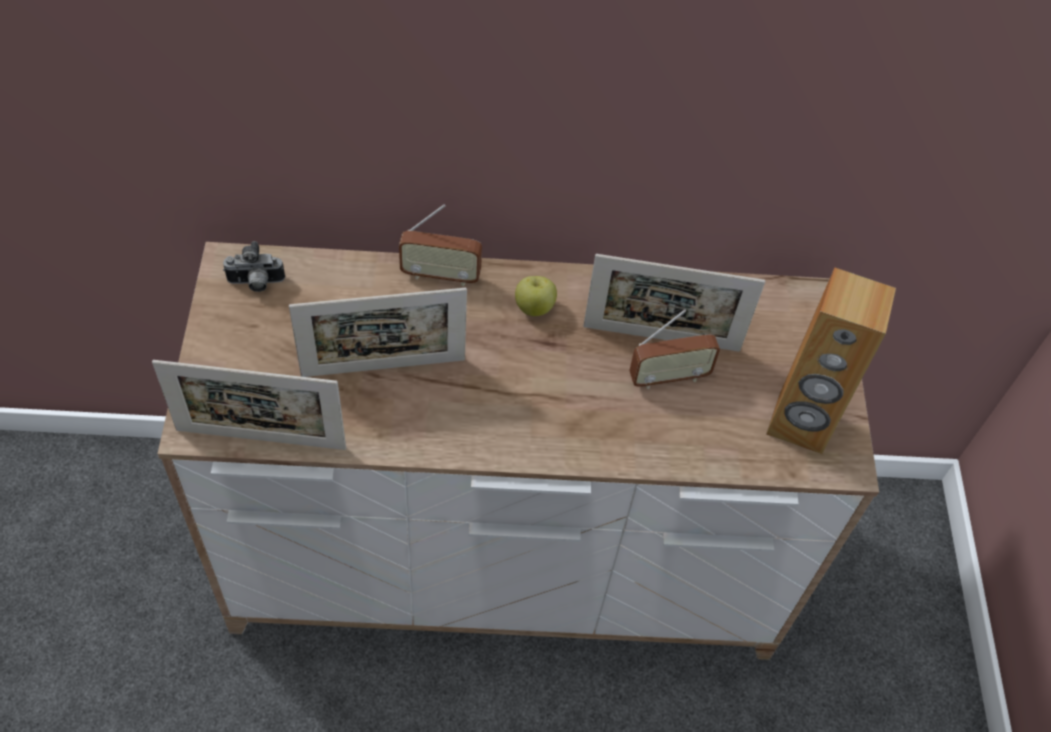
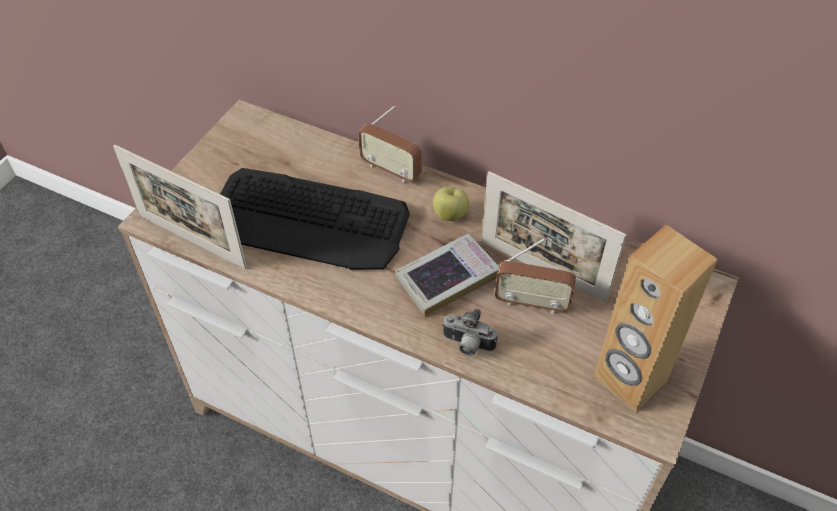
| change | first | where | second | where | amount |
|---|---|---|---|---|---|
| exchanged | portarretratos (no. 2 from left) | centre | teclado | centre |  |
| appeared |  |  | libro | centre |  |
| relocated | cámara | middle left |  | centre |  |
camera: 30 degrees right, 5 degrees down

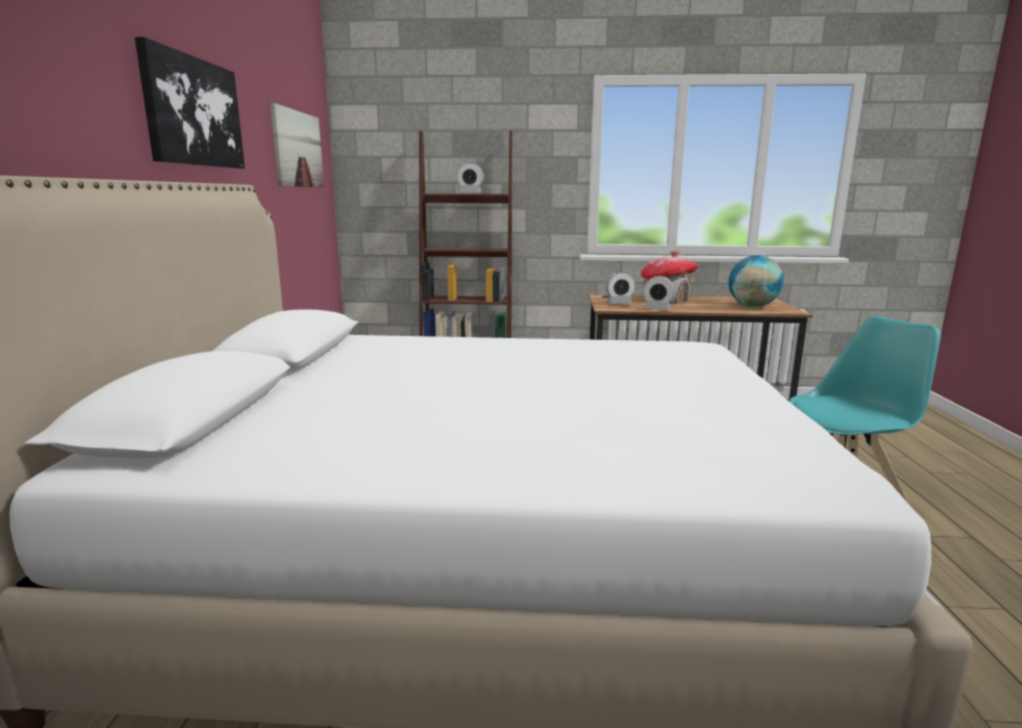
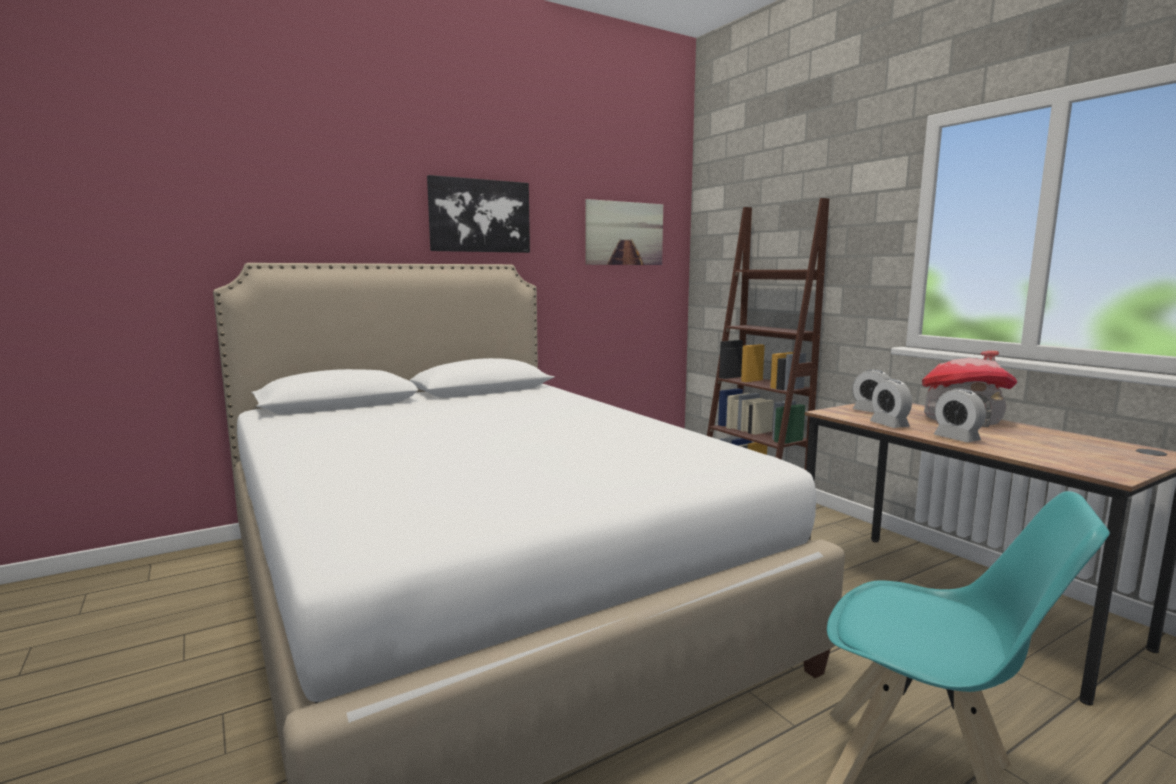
| change | first | where | second | where | amount |
|---|---|---|---|---|---|
| relocated | despertador (no. 1 from left in the first image) | top centre | despertador (no. 3 from left) | middle right |  |
| missing | globo terráqueo | middle right |  |  |  |
camera: 55 degrees right, 5 degrees down

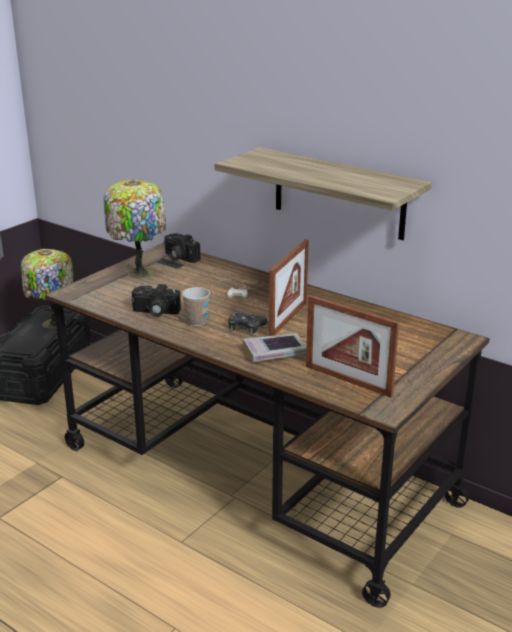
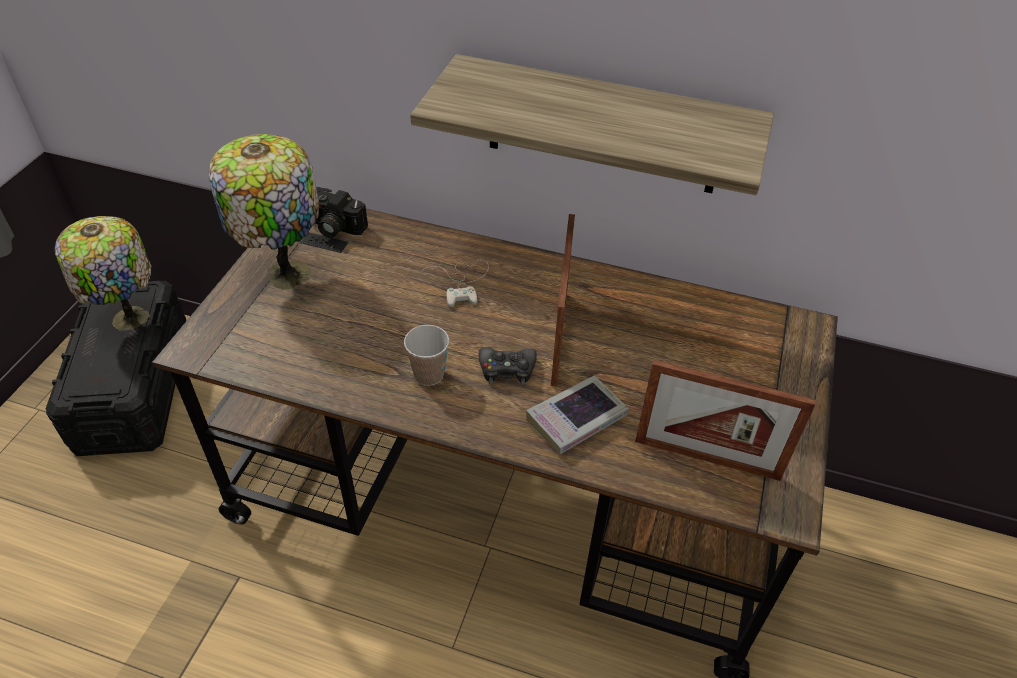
| change | first | where | second | where | amount |
|---|---|---|---|---|---|
| missing | cámara (no. 1 from left) | middle left |  |  |  |
camera: 20 degrees left, 20 degrees up

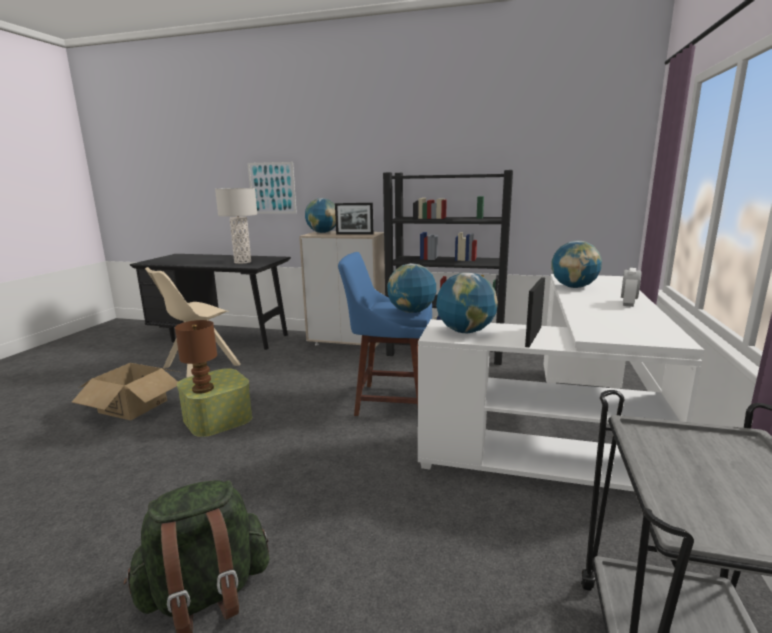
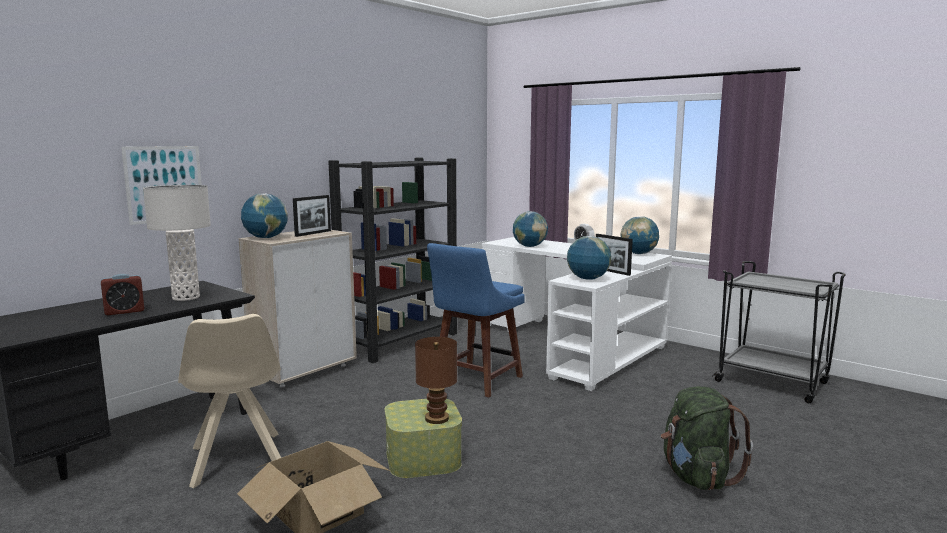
| change | first | where | second | where | amount |
|---|---|---|---|---|---|
| appeared |  |  | despertador (no. 1 from left) | middle left |  |
| relocated | globo terráqueo (no. 2 from left in the first image) | centre | globo terráqueo (no. 4 from left) | middle right |  |
camera: 65 degrees left, 5 degrees down

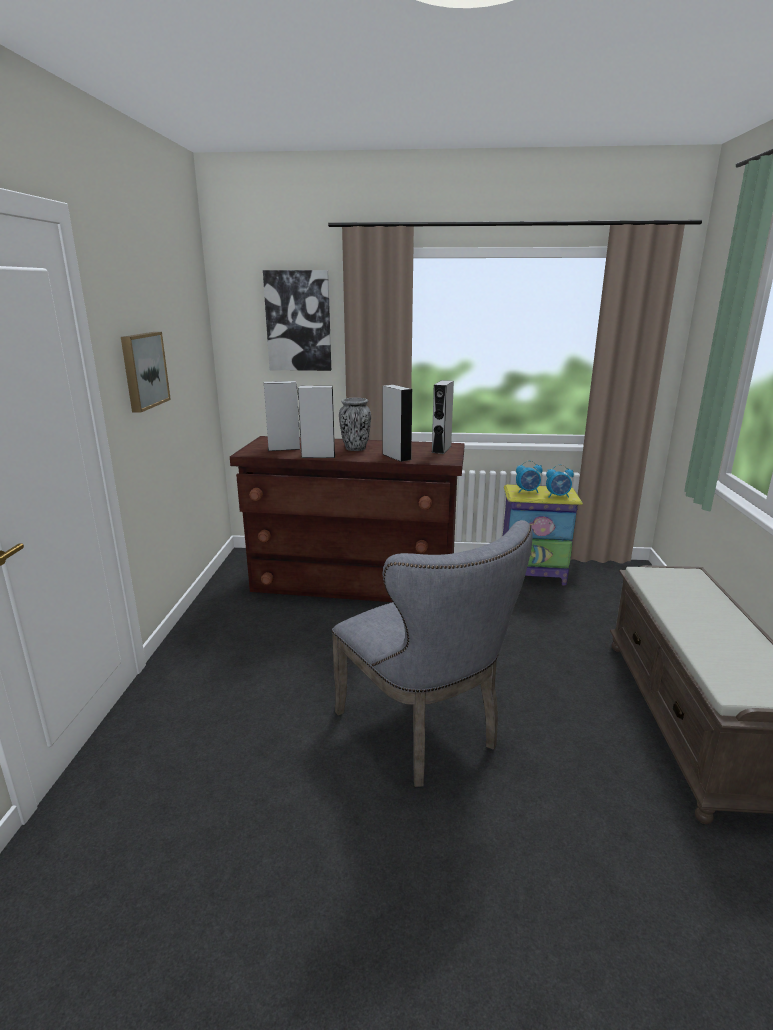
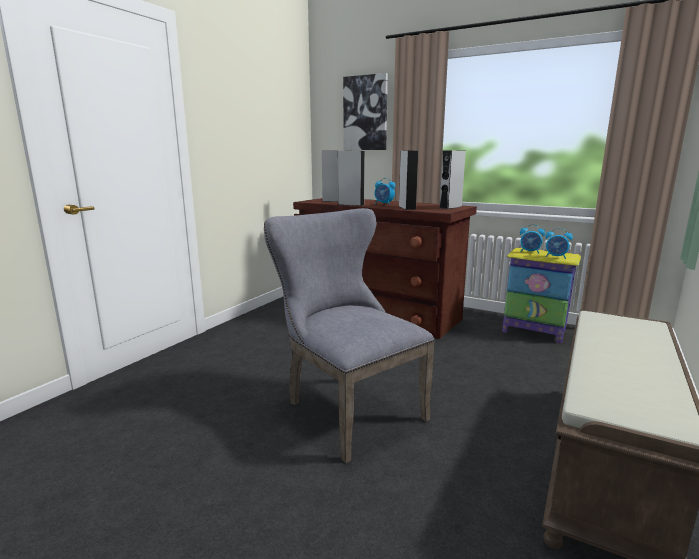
| change | first | where | second | where | amount |
|---|---|---|---|---|---|
| spun | silla (gris) | centre |  | centre | 150 degrees clockwise |
| exchanged | florero | centre | despertador (no. 1 from left) | centre |  |
| missing | cuadro (no. 1 from left) | middle left |  |  |  |
camera: 25 degrees right, 5 degrees down

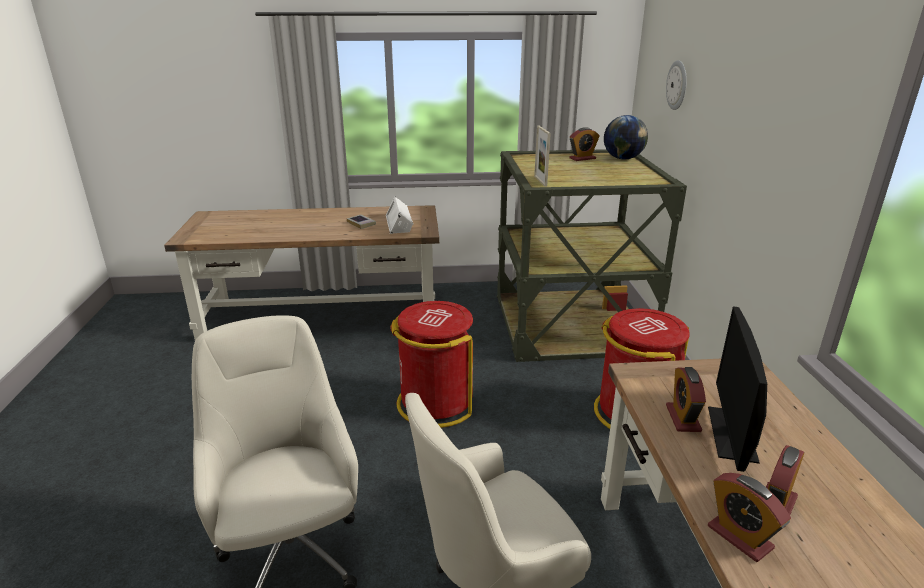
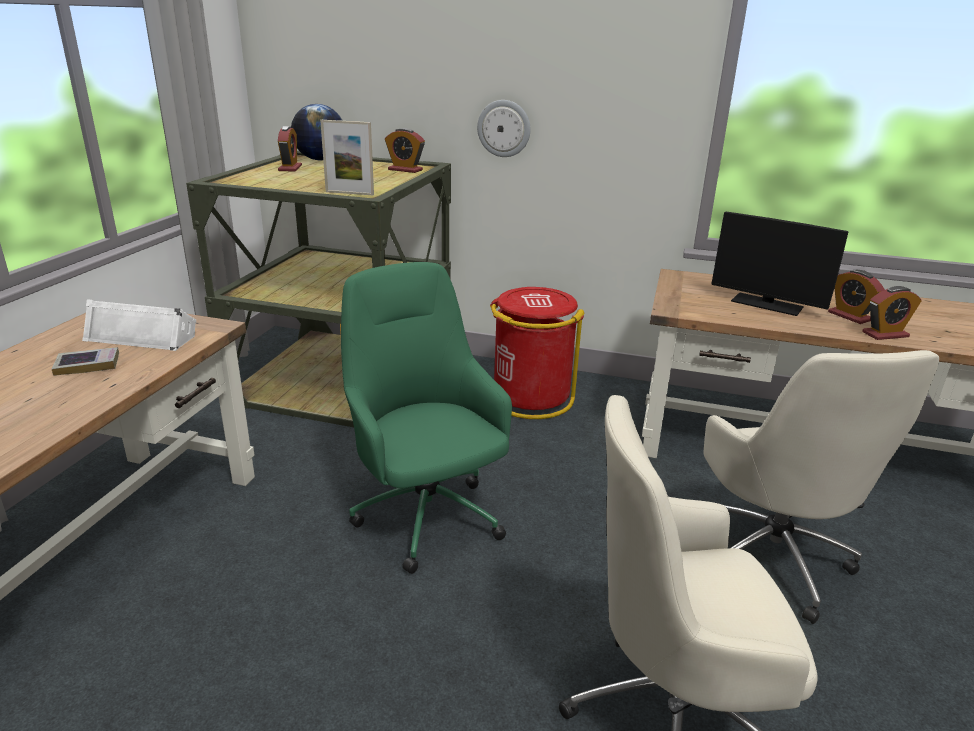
| change | first | where | second | where | amount |
|---|---|---|---|---|---|
| exchanged | papelera (rojo) (no. 1 from left) | centre | silla de oficina (verde) | centre |  |
| relocated | despertador (no. 2 from left) | bottom right |  | top centre |  |
| relocated | reloj de pared | top right |  | top centre |  |
camera: 70 degrees left, 0 degrees up

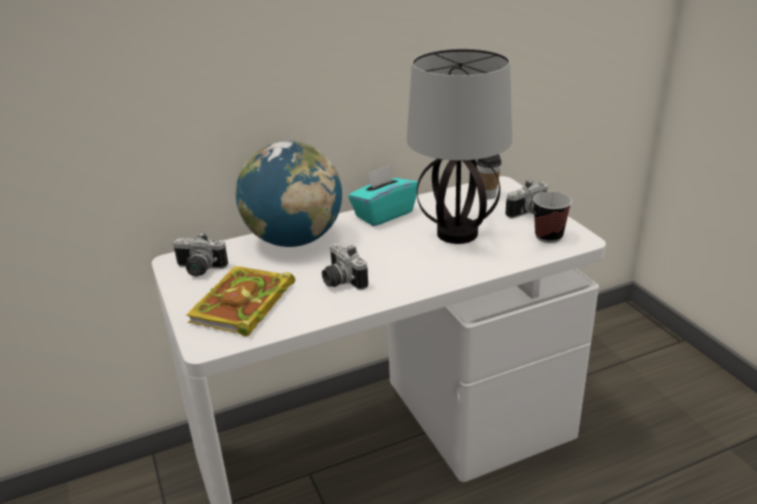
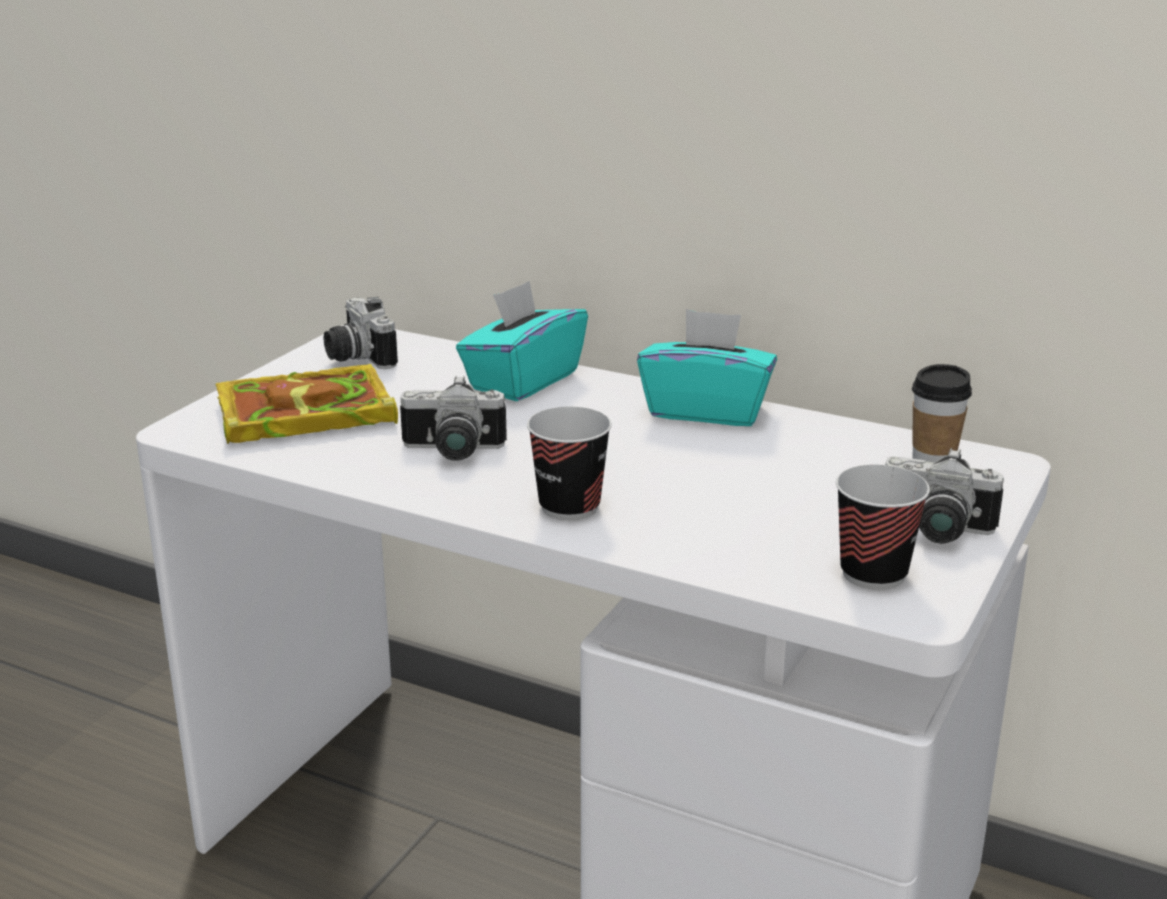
| change | first | where | second | where | amount |
|---|---|---|---|---|---|
| spun | cámara (no. 2 from left) | centre |  | centre | 105 degrees counterclockwise |
| exchanged | globo terráqueo | centre | caja de pañuelos (turquesa) (no. 1 from left) | centre |  |
| appeared |  |  | taza (no. 1 from left) | centre |  |
| missing | lámpara de mesa | top centre |  |  |  |
camera: 50 degrees right, 5 degrees down

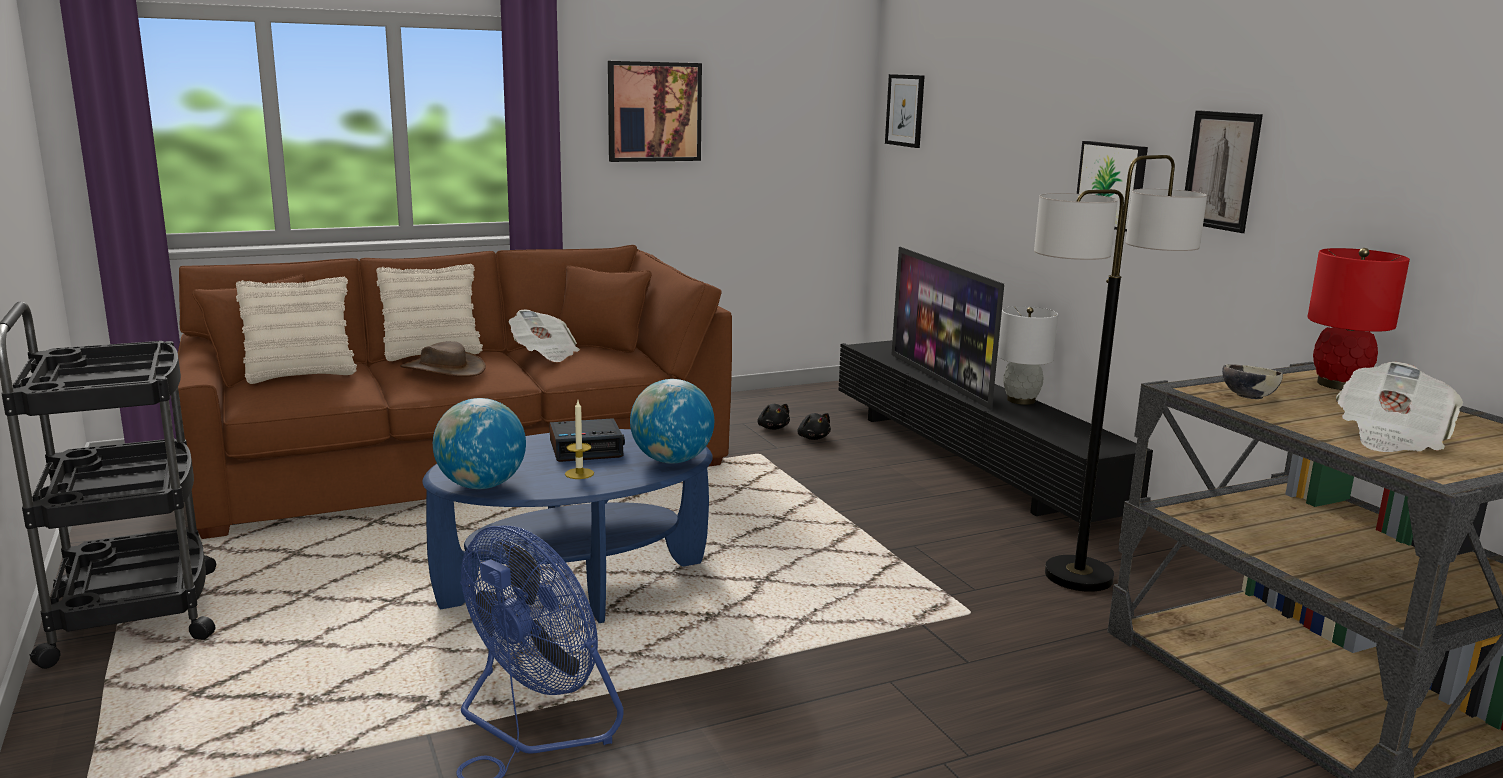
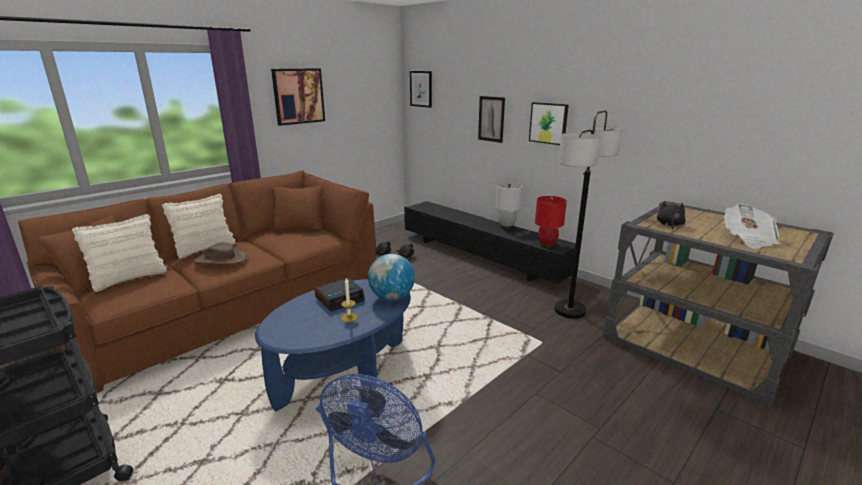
| change | first | where | second | where | amount |
|---|---|---|---|---|---|
| relocated | cuadro (no. 4 from left in the first image) | top right | cuadro (no. 3 from left) | top centre |  |
| relocated | lámpara de mesa (rojo) | middle right |  | centre |  |
| exchanged | cuenco | middle right | peluche (negro) (no. 3 from left) | middle right |  |
| missing | globo terráqueo (no. 1 from left) | middle left |  |  |  |
| missing | periódico (no. 1 from left) | centre |  |  |  |
| missing | televisor | centre |  |  |  |
camera: 20 degrees left, 5 degrees up

